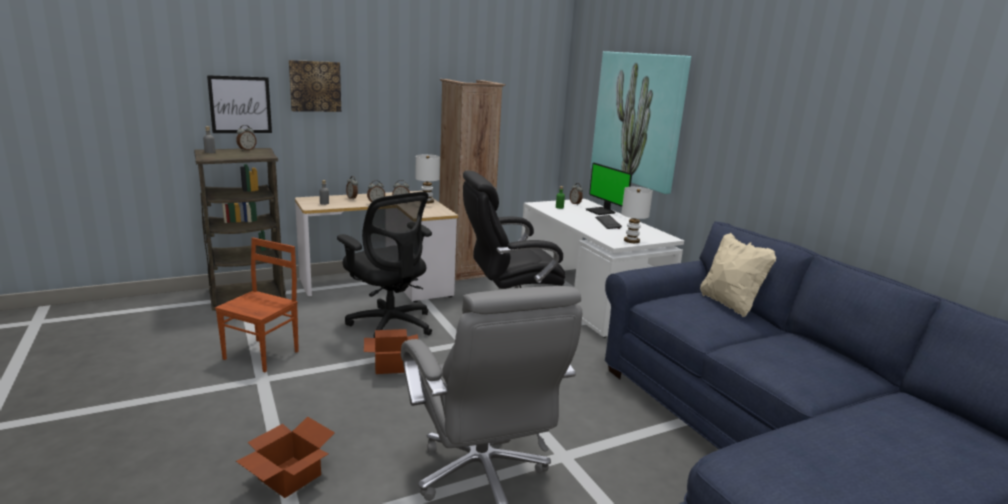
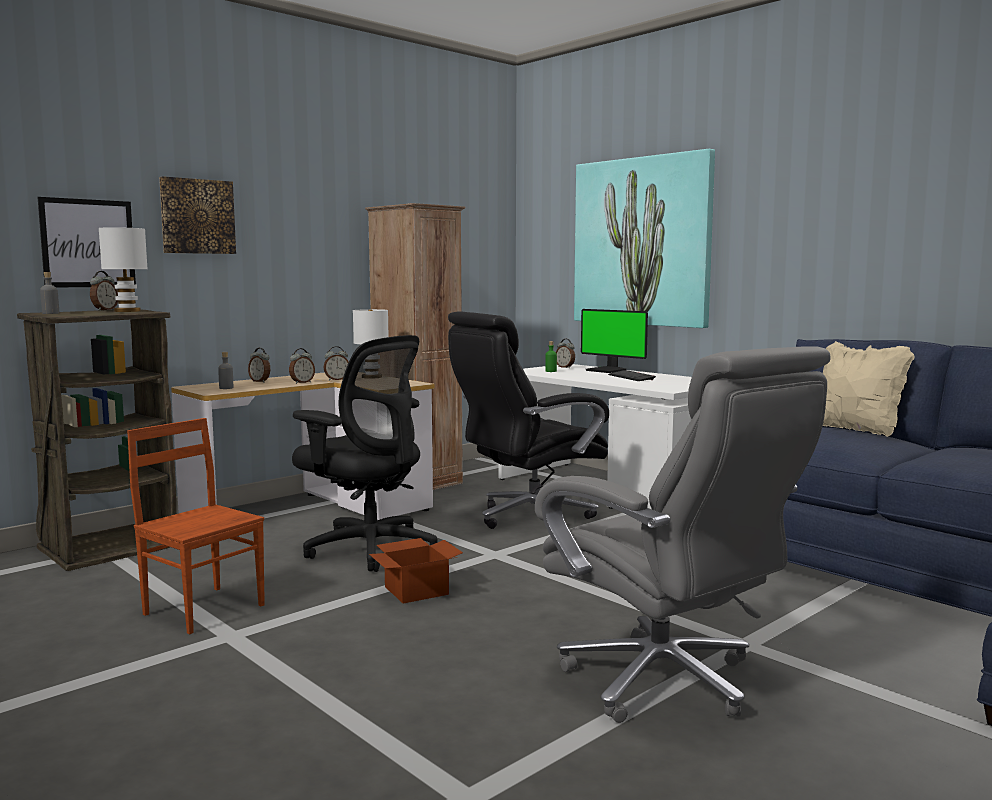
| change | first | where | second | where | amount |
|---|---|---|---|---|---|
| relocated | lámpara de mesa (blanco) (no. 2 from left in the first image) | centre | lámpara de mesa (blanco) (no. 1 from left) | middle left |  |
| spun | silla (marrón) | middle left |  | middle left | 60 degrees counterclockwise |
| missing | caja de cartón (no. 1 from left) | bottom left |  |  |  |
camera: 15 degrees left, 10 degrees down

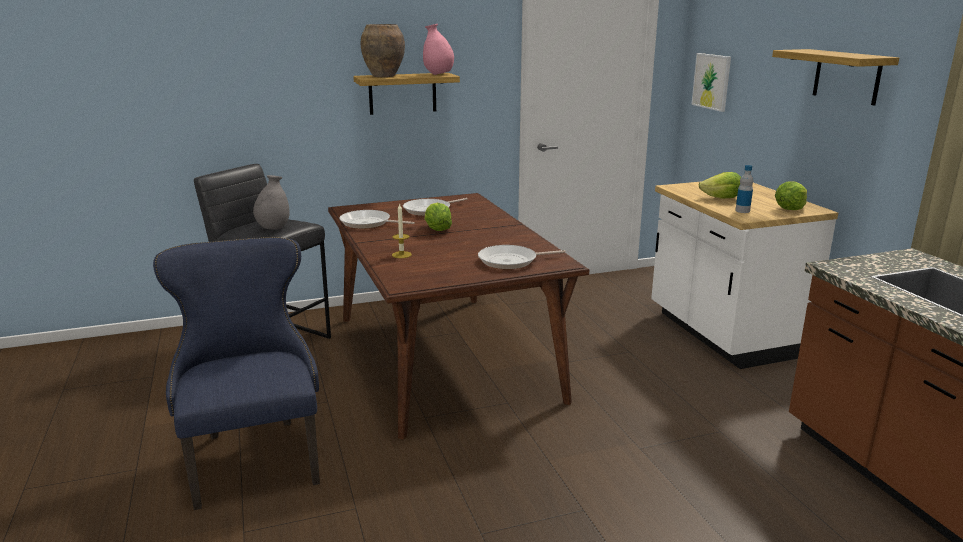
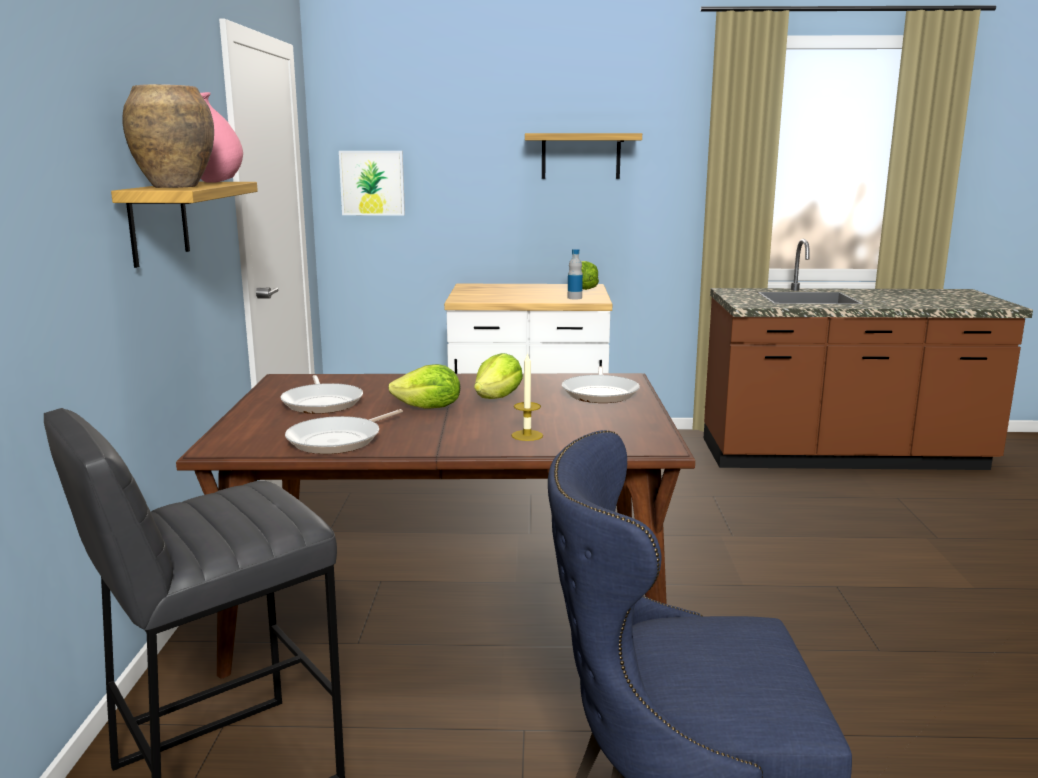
| change | first | where | second | where | amount |
|---|---|---|---|---|---|
| relocated | lechuga (no. 2 from left) | middle right |  | centre |  |
| missing | florero (gris) | middle left |  |  |  |
camera: 70 degrees left, 5 degrees down

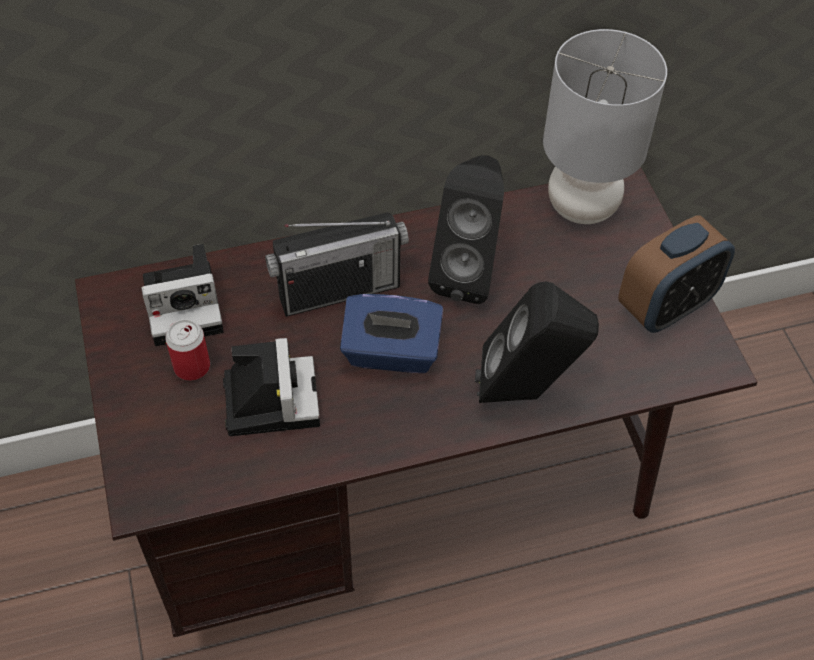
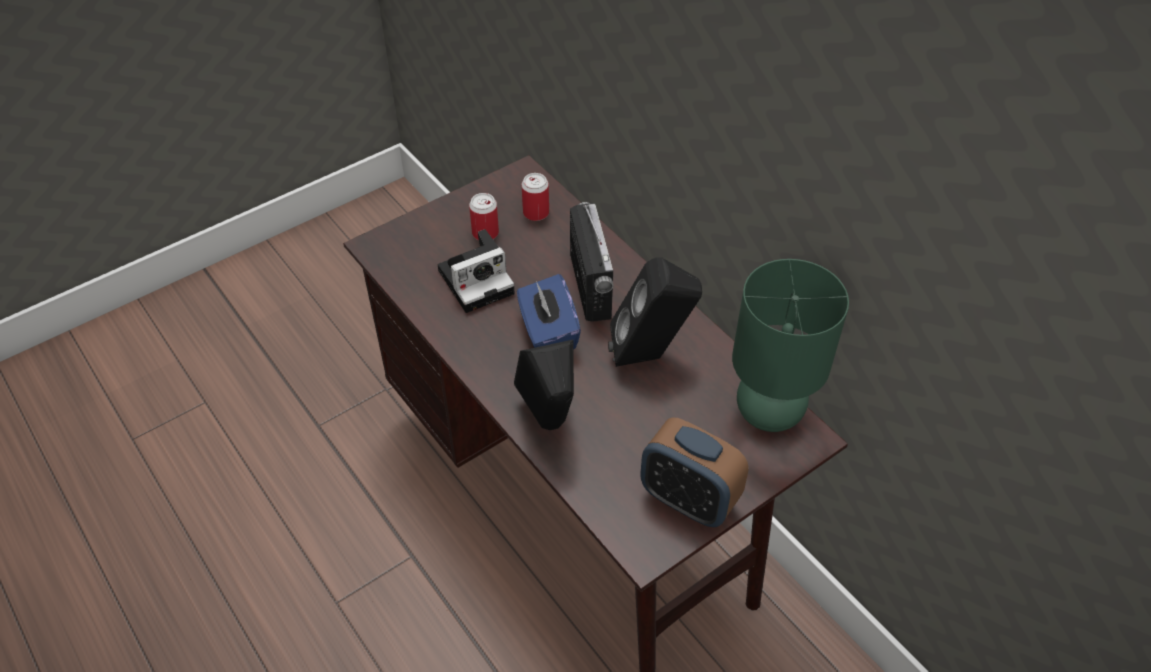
| change | first | where | second | where | amount |
|---|---|---|---|---|---|
| exchanged | cámara (no. 1 from left) | middle left | lata (no. 2 from left) | top centre |  |
| spun | radio | centre |  | centre | 150 degrees counterclockwise |
| colour | lámpara de mesa (gris) | top right | lámpara de mesa (verde) | middle right |  |
camera: 70 degrees right, 5 degrees down

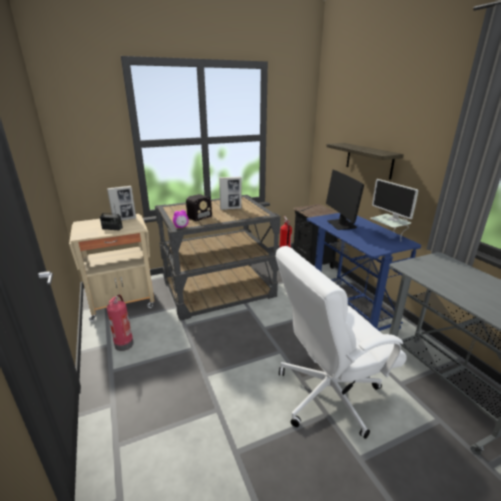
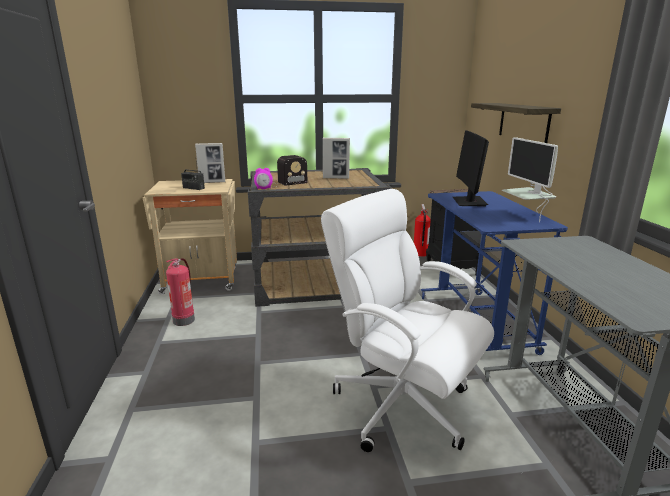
| change | first | where | second | where | amount |
|---|---|---|---|---|---|
| spun | silla de oficina (blanco) | bottom right |  | centre | 45 degrees clockwise |
camera: 15 degrees right, 5 degrees down

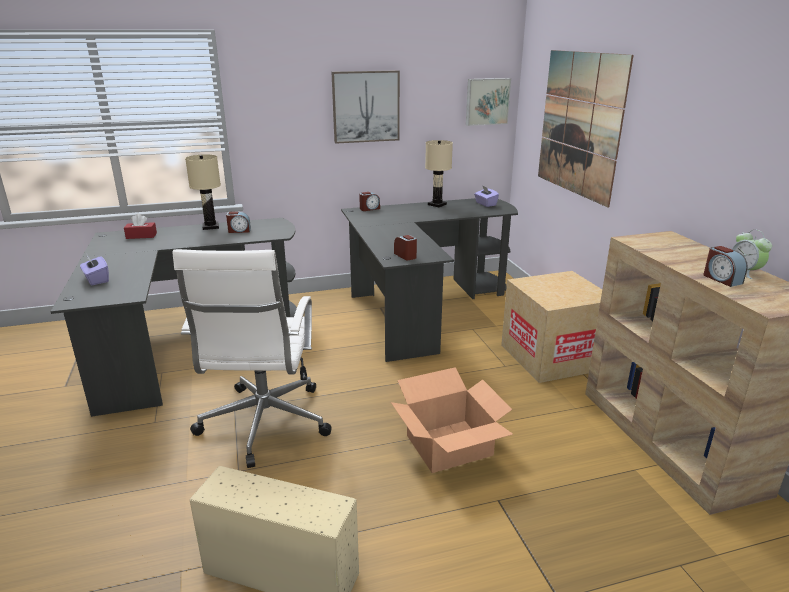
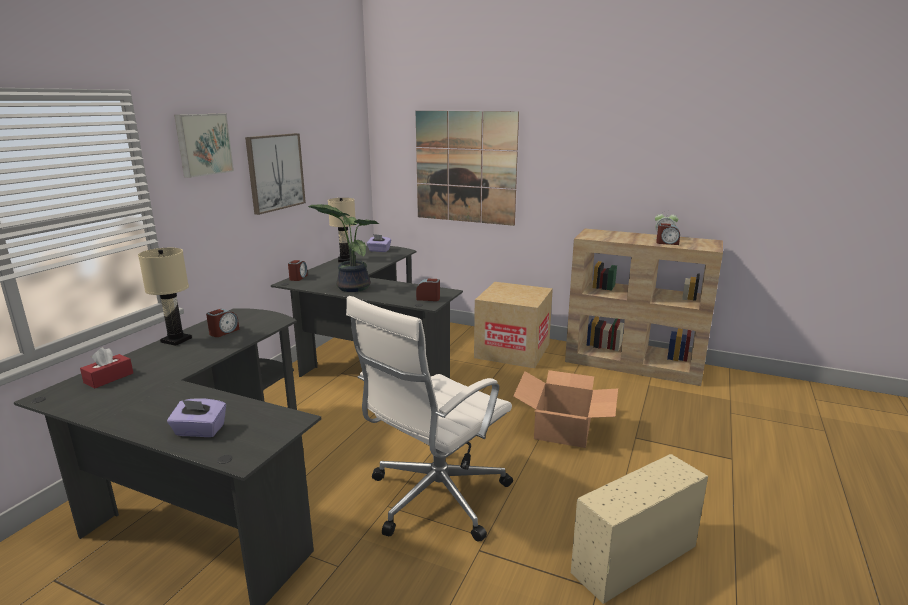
| change | first | where | second | where | amount |
|---|---|---|---|---|---|
| relocated | cuadro (no. 2 from left in the first image) | top centre | cuadro (no. 1 from left) | top left |  |
| appeared |  |  | planta en maceta | centre |  |
| spun | silla de oficina (blanco) | middle left |  | bottom centre | 90 degrees clockwise |
camera: 50 degrees left, 5 degrees down

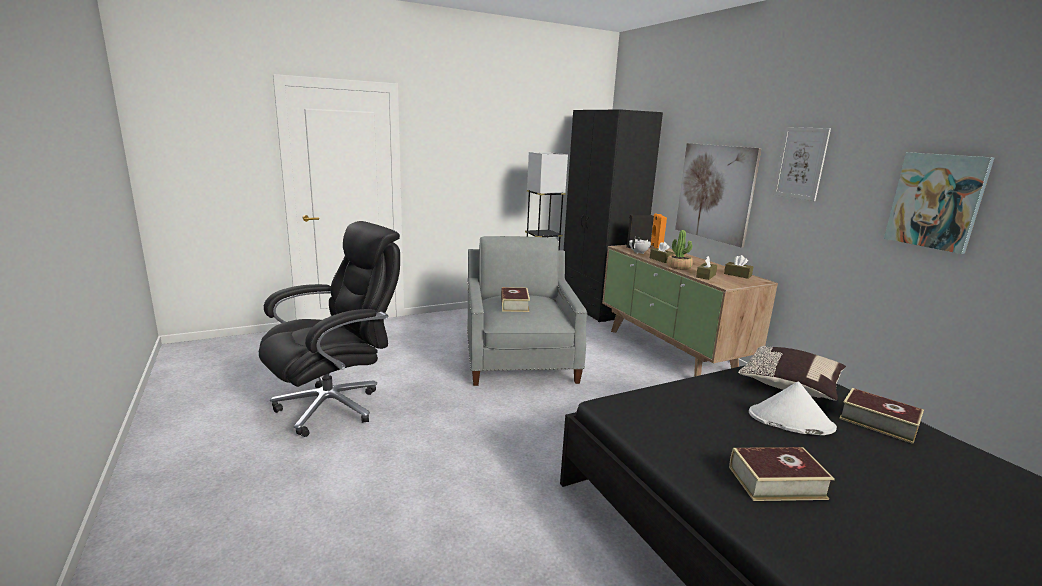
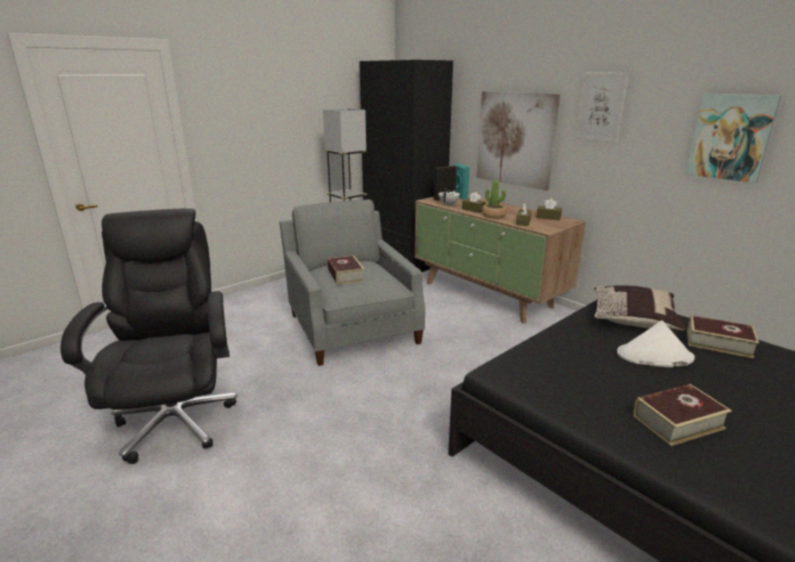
| change | first | where | second | where | amount |
|---|---|---|---|---|---|
| spun | silla de oficina (negro) | middle left |  | middle left | 45 degrees counterclockwise |
| colour | altavoz (naranja) | centre | altavoz (turquesa) | top centre |  |
camera: 15 degrees left, 5 degrees up

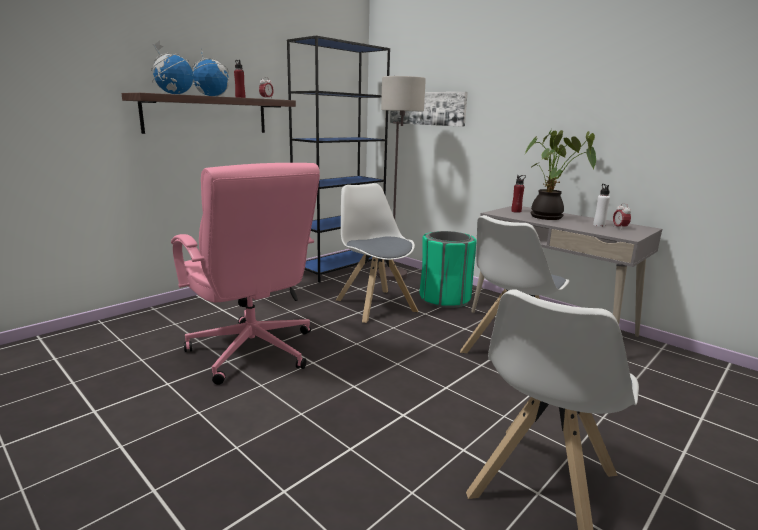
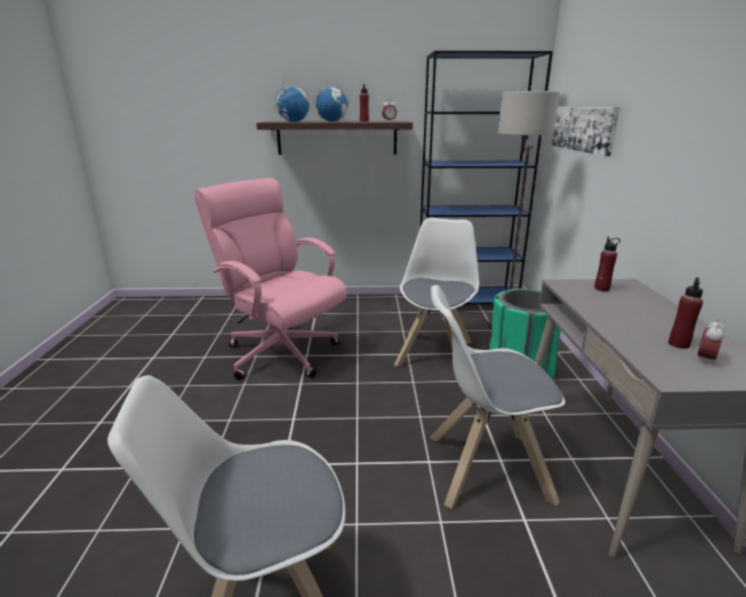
| change | first | where | second | where | amount |
|---|---|---|---|---|---|
| spun | silla de oficina (rosa) | middle left |  | centre | 120 degrees clockwise |
| colour | botella (blanco) | middle right | botella (rojo) (no. 3 from left) | middle right |  |
| missing | planta en maceta | top right |  |  |  |
camera: 45 degrees right, 5 degrees up

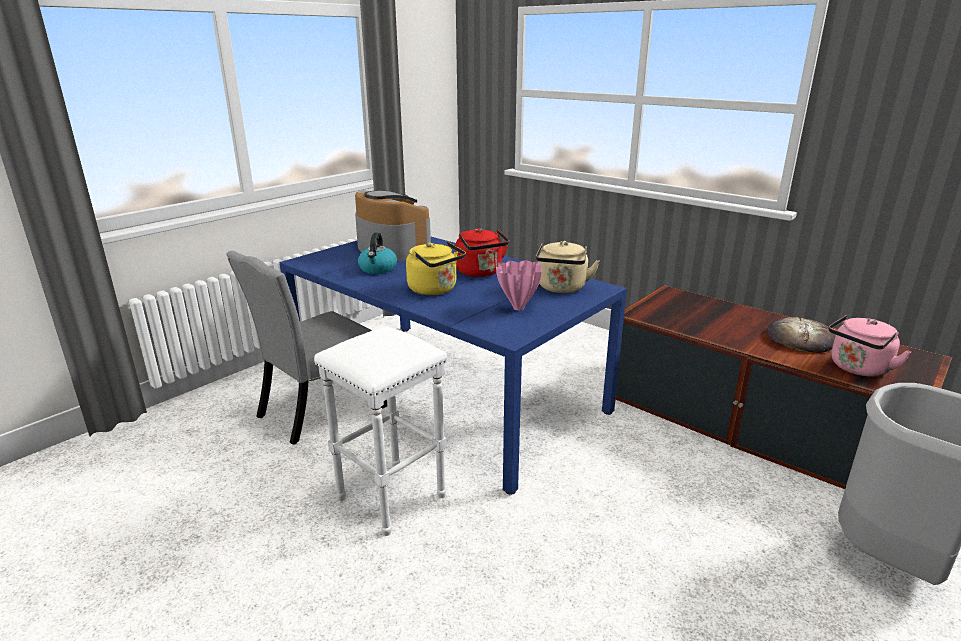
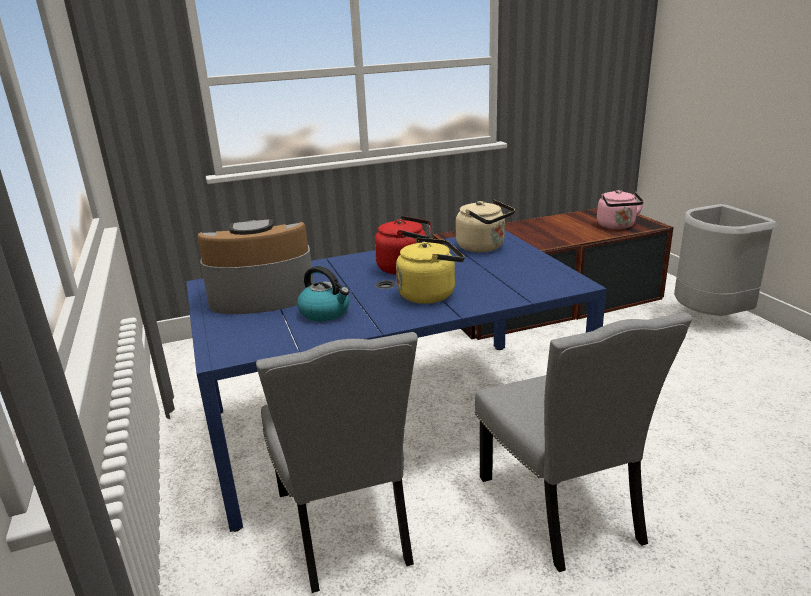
| change | first | where | second | where | amount |
|---|---|---|---|---|---|
| exchanged | taburete (blanco) | bottom centre | silla (gris) (no. 2 from left) | bottom right |  |
| missing | florero (rosa) | centre |  |  |  |
| missing | pan | middle right |  |  |  |
camera: 60 degrees left, 0 degrees up

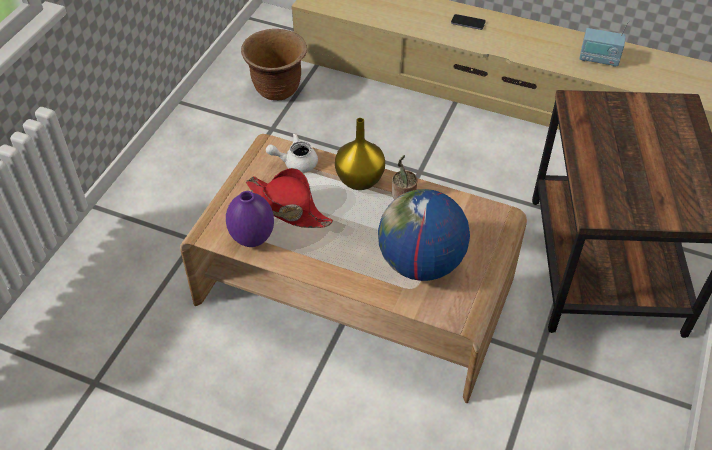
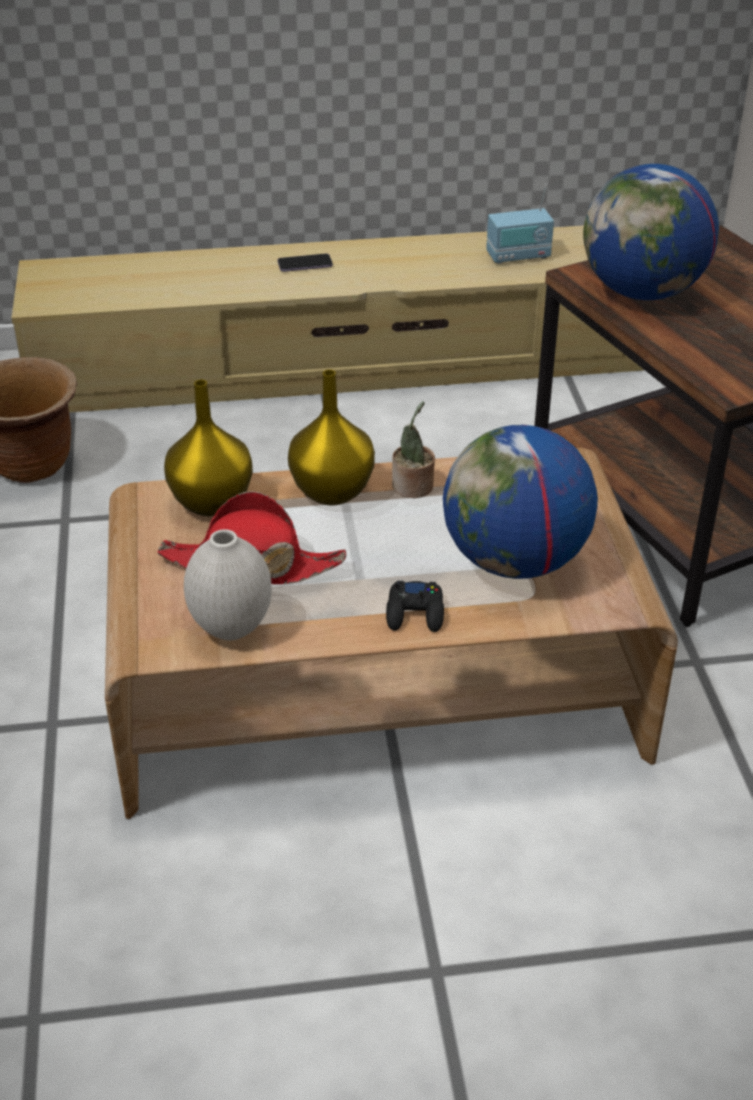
| change | first | where | second | where | amount |
|---|---|---|---|---|---|
| exchanged | tetera (blanco) | centre | florero (amarillo) (no. 1 from left) | middle left |  |
| colour | florero (morado) | centre | florero (blanco) | middle left |  |
| appeared |  |  | mando de consola (negro) | centre |  |
| appeared |  |  | globo terráqueo (no. 2 from left) | top right |  |
camera: 30 degrees left, 10 degrees down

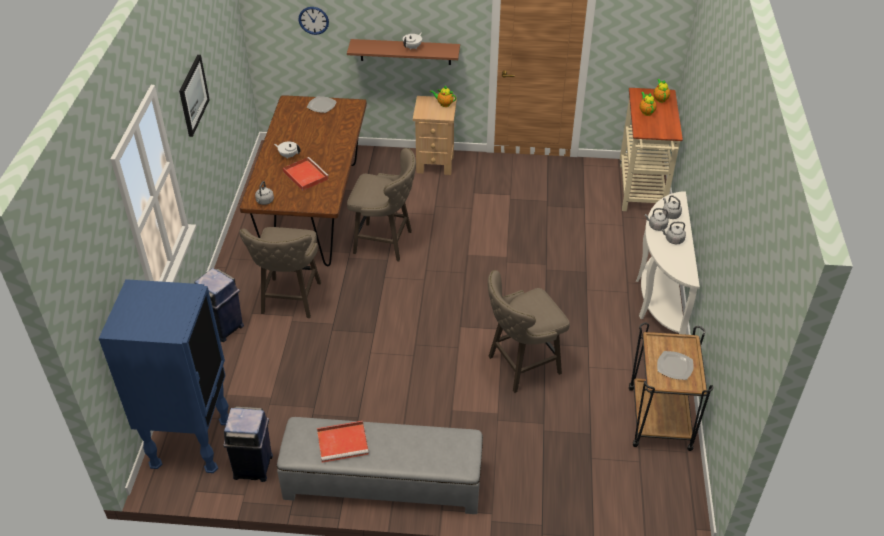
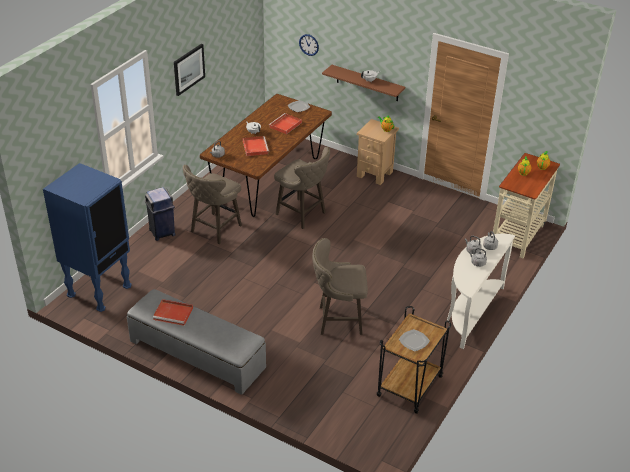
| change | first | where | second | where | amount |
|---|---|---|---|---|---|
| appeared |  |  | bandeja (rojo) (no. 3 from left) | top centre |  |
| missing | papelera (azul) (no. 2 from left) | bottom left |  |  |  |
camera: 25 degrees right, 5 degrees down

